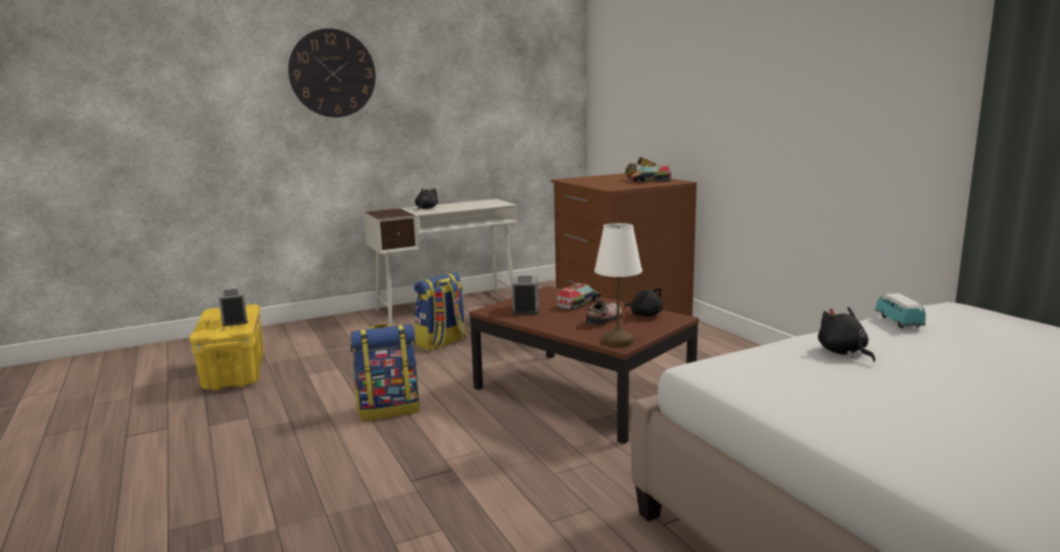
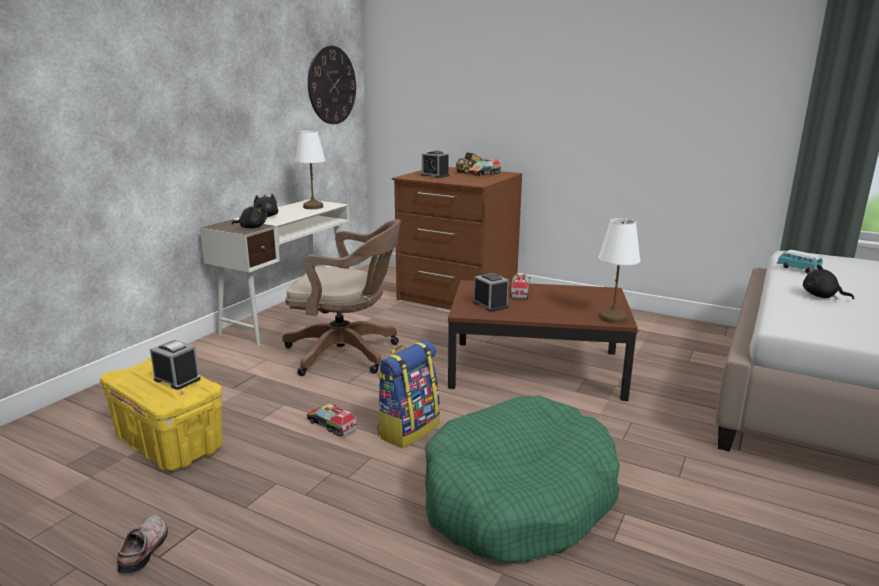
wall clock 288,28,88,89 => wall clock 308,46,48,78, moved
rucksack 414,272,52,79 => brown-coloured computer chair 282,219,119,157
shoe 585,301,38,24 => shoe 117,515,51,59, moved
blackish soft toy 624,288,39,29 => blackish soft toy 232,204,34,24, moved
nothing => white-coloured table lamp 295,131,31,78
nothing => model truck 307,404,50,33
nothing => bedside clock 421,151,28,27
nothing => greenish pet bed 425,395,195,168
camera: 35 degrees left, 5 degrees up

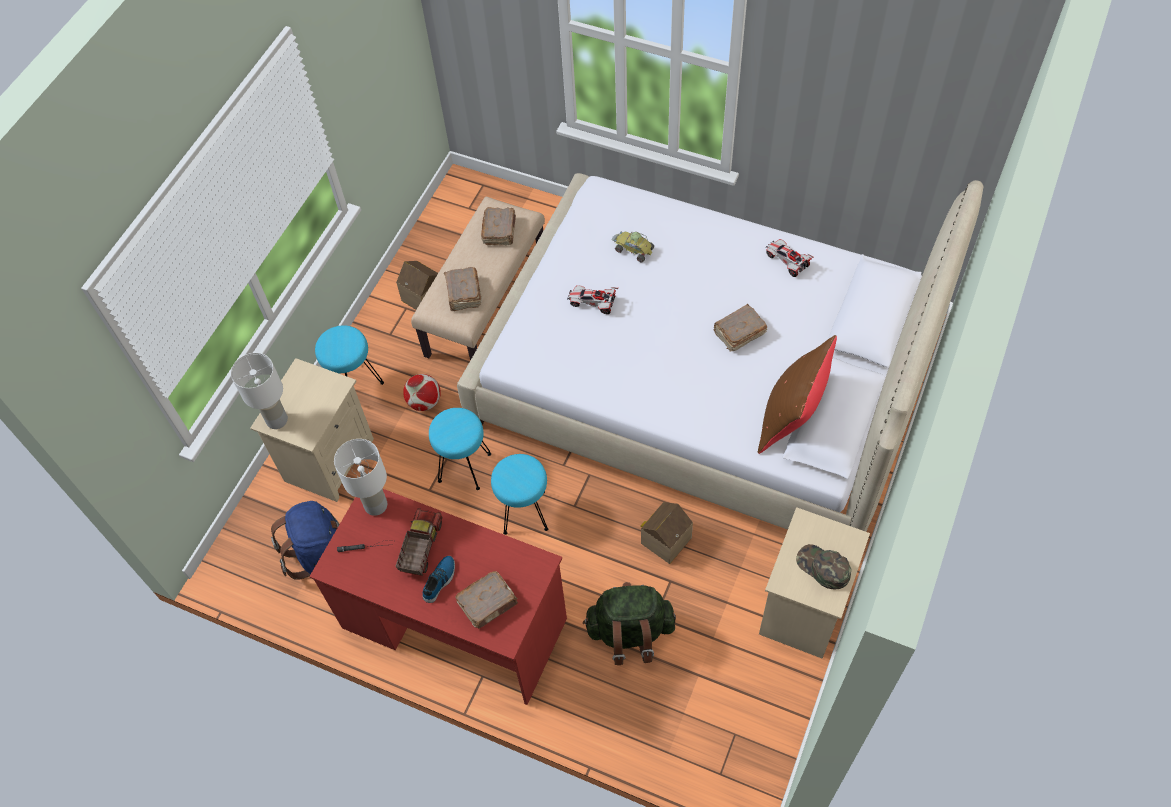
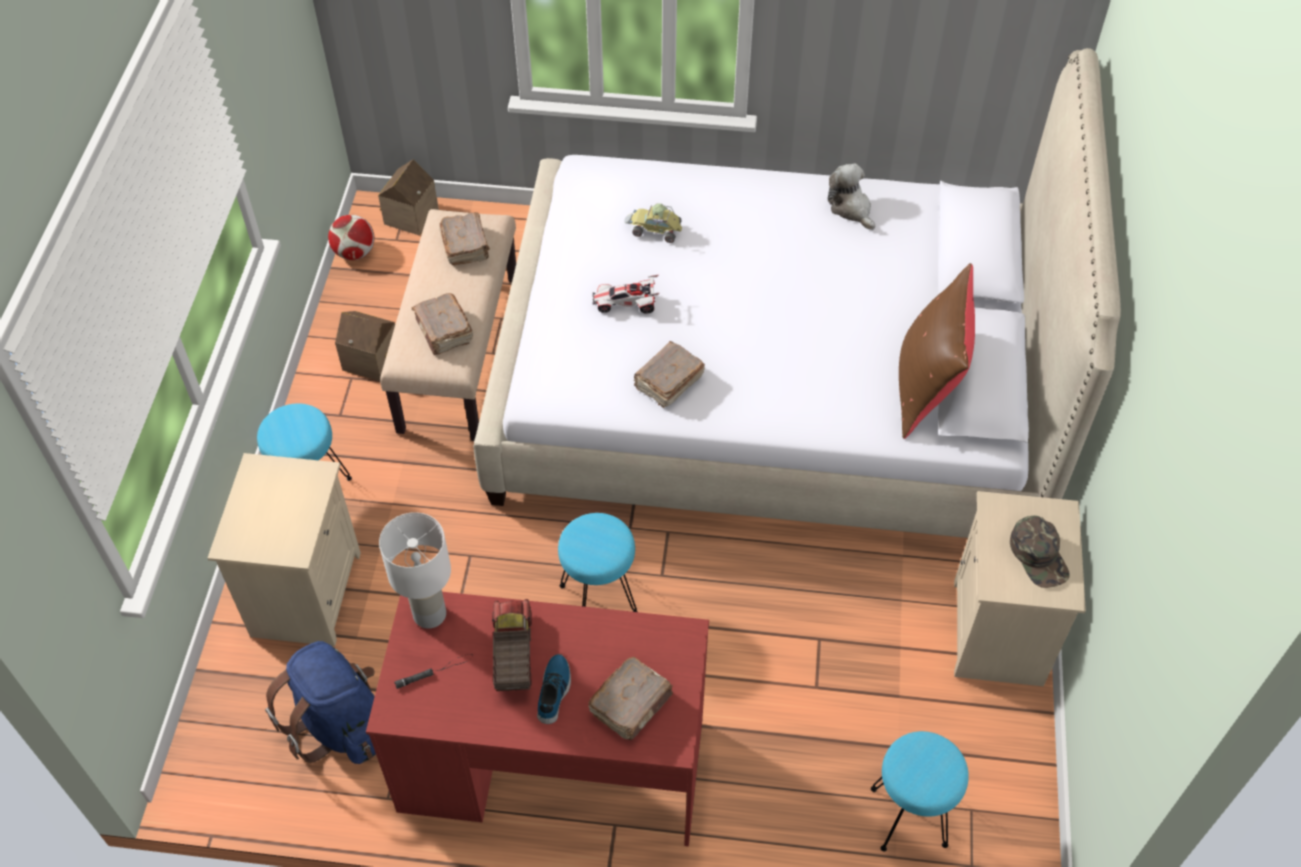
white-coloured table lamp 231,353,57,76 => nothing
football 403,374,38,37 => football 328,215,47,45, moved
turquoise-coloured sitting stool 429,408,62,82 => turquoise-coloured sitting stool 871,731,98,120, moved
greenish rucksack 583,582,93,83 => nothing
miniature house 640,502,53,62 => miniature house 378,160,61,76, moved
brown-coloured bound book 713,304,54,48 => brown-coloured bound book 633,341,72,67, moved
model car 766,239,48,38 => soft toy 828,164,47,66
greenish baseball cap 796,544,55,45 => greenish baseball cap 1010,516,60,72, 135 degrees counterclockwise
camera: 20 degrees left, 5 degrees down

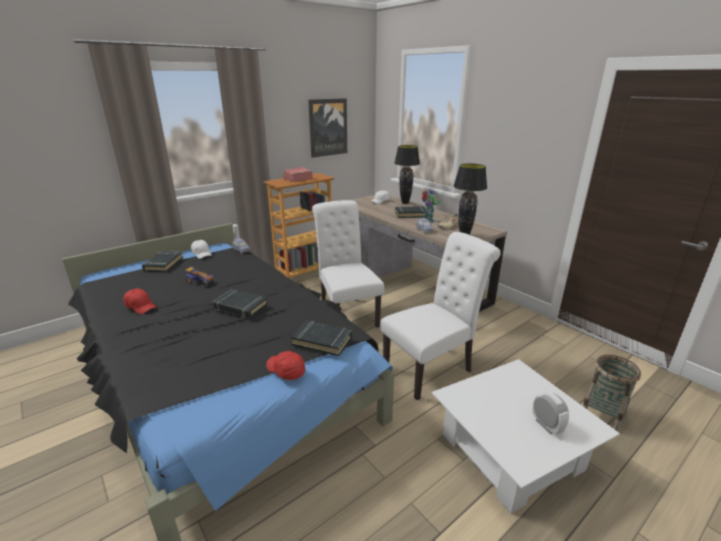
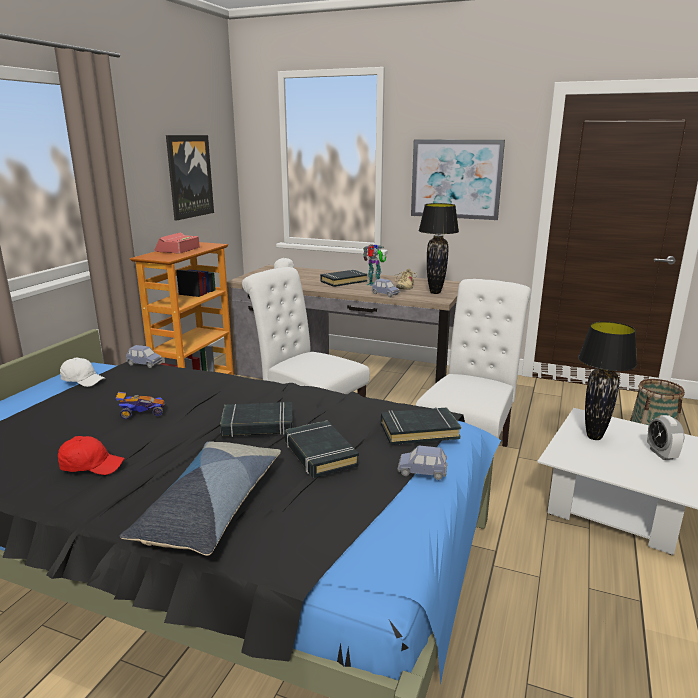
blackish bound book 142,251,42,21 => blackish bound book 284,421,75,57, moved
red-coloured baseball cap 266,351,40,29 => bluish model car 397,446,50,34
blackish table lamp 394,145,26,59 => blackish table lamp 578,321,59,119, moved
bedside clock 532,392,37,43 => bedside clock 647,415,37,45, 135 degrees counterclockwise
nothing => throw pillow 120,441,161,115
nothing => wall art 411,140,94,80
camera: 30 degrees left, 5 degrees down

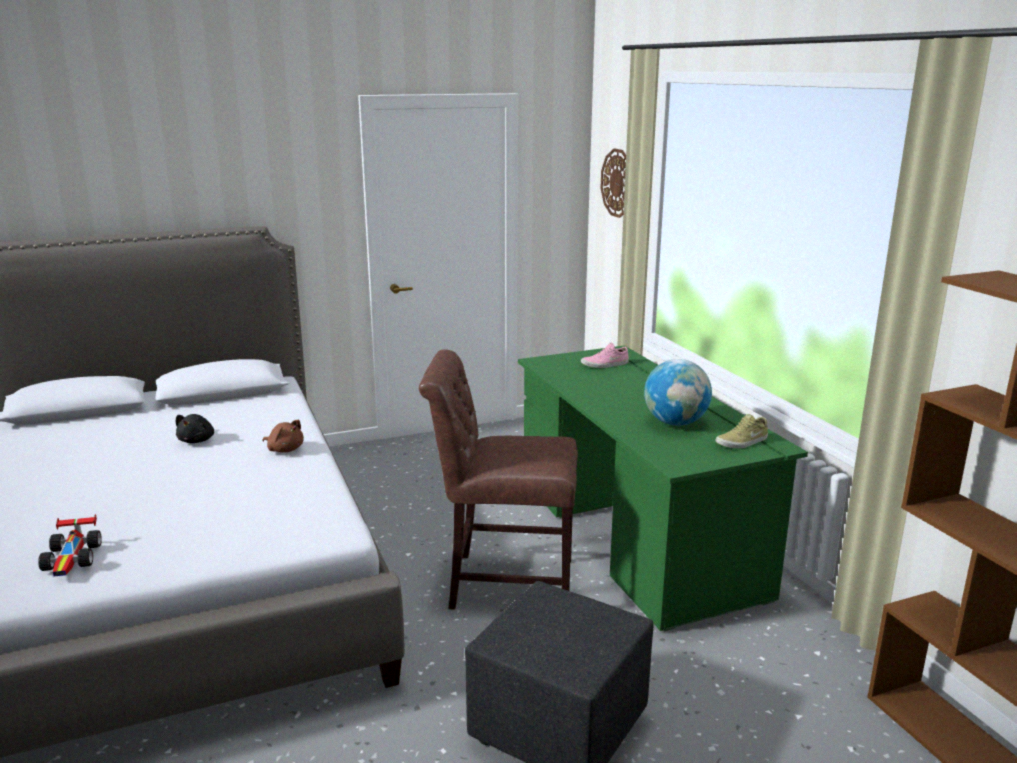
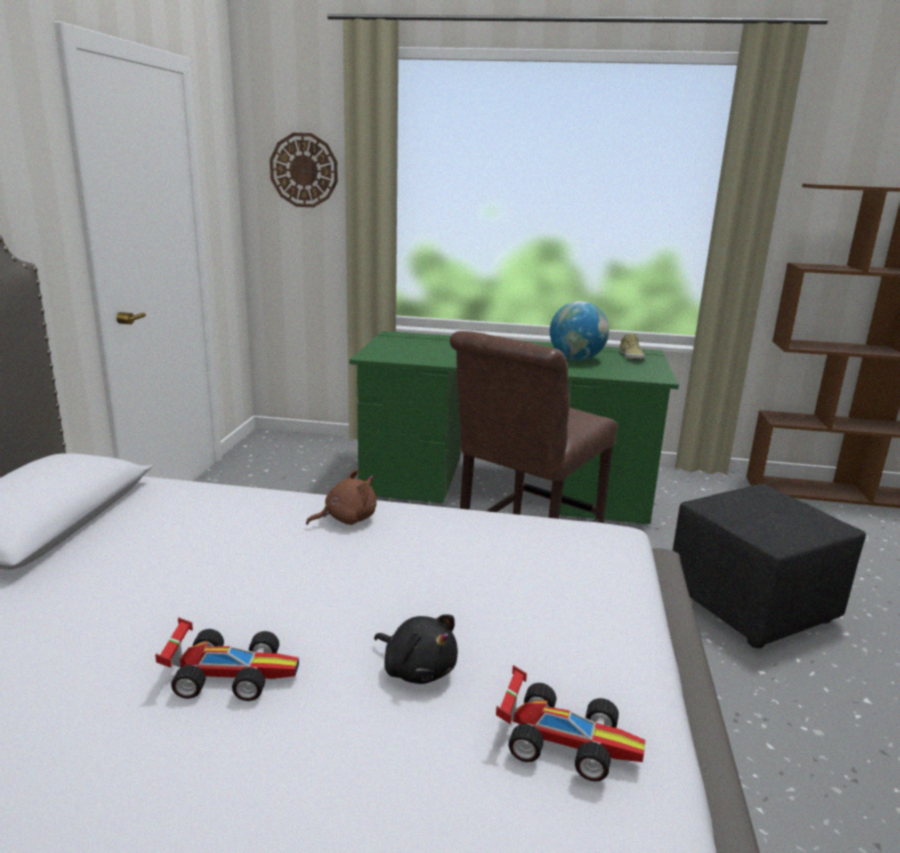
blackish soft toy 176,414,38,29 => blackish soft toy 374,614,84,70, moved
pink-coloured shoe 581,343,48,25 => nothing
nothing => model car 155,617,144,84
camera: 60 degrees left, 0 degrees up

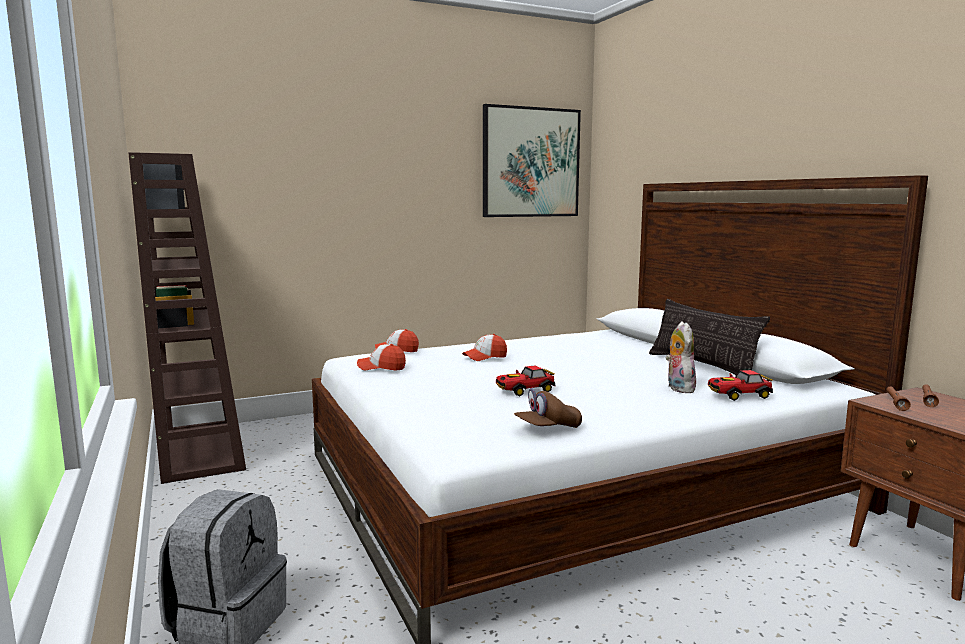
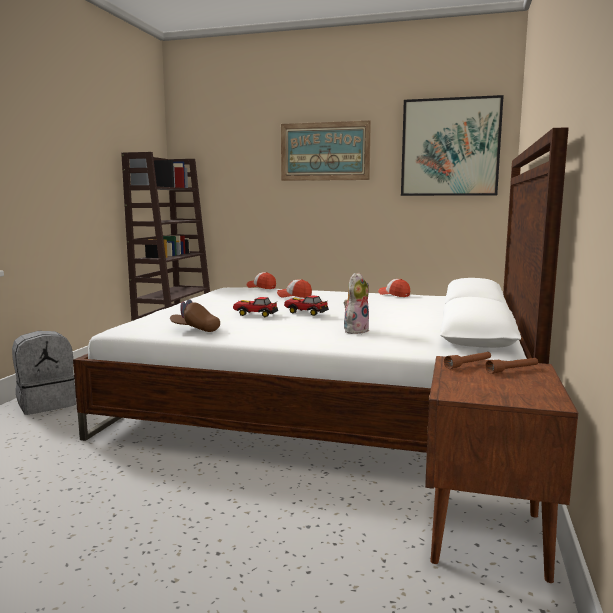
baseball cap 357,344,49,27 => baseball cap 378,279,32,18, moved
throw pillow 649,299,121,76 => nothing
model car 708,370,65,31 => model car 284,295,45,21, moved
nothing => wall art 281,121,90,60
camera: 40 degrees right, 0 degrees up

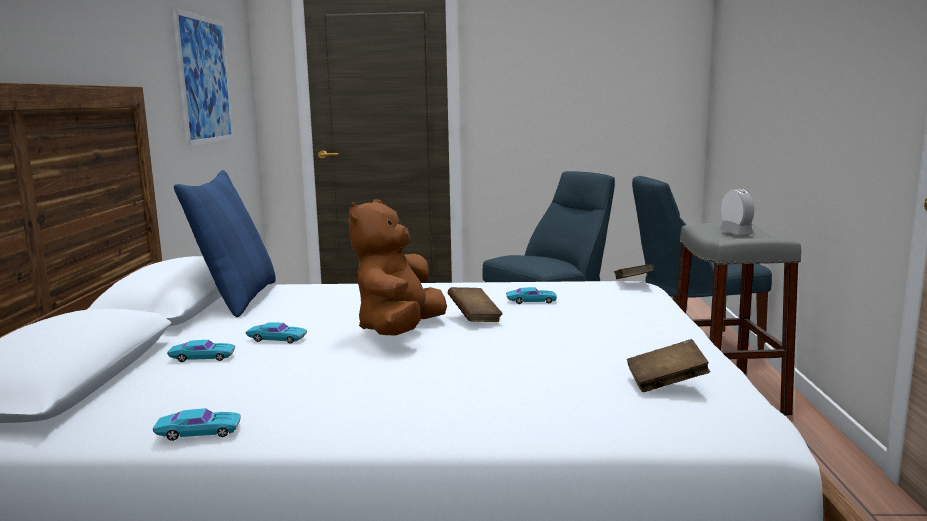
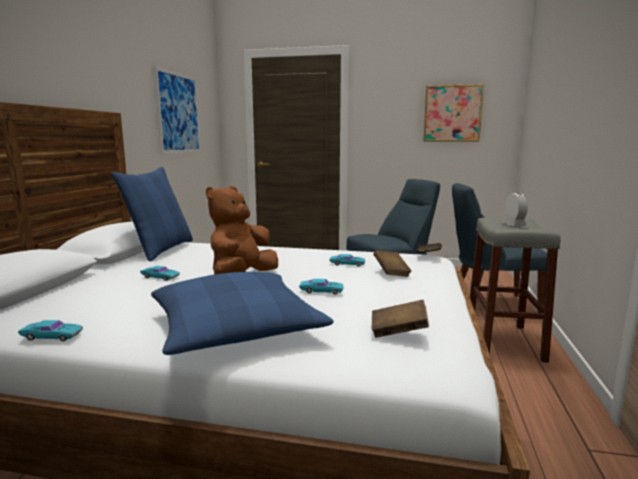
turquoise-coloured model car 167,340,68,22 => turquoise-coloured model car 299,279,44,16, moved
brown-coloured bound book 448,287,54,35 => brown-coloured bound book 373,250,39,27, moved
nothing => bluish throw pillow 151,272,183,83
nothing => wall art 423,84,61,58
camera: 10 degrees right, 0 degrees up

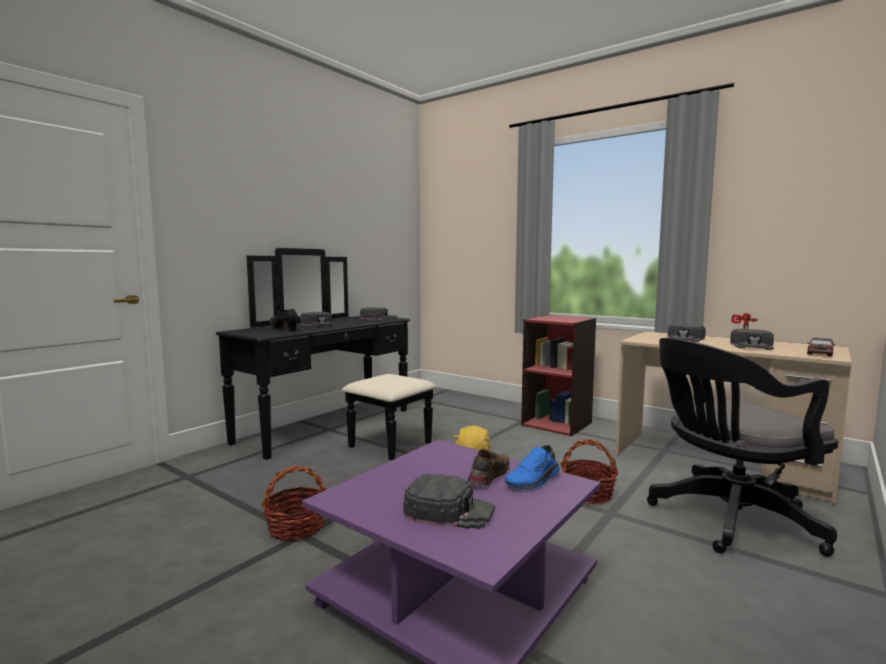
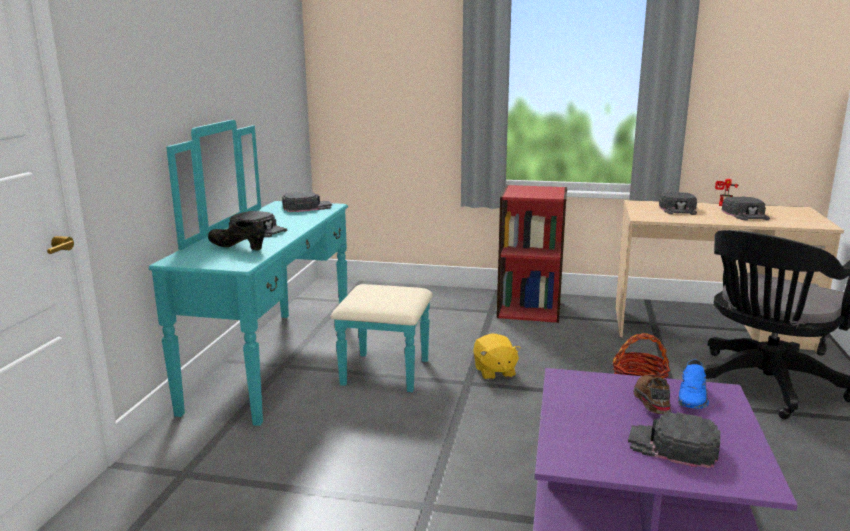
blackish drawer chest 216,248,220,212 => turquoise-coloured drawer chest 149,120,284,306
storage basket 261,465,65,76 => nothing
blackish baseball cap 403,474,92,55 => blackish baseball cap 628,412,93,57, 150 degrees counterclockwise
model car 807,338,29,18 => nothing
camera: 25 degrees left, 10 degrees up

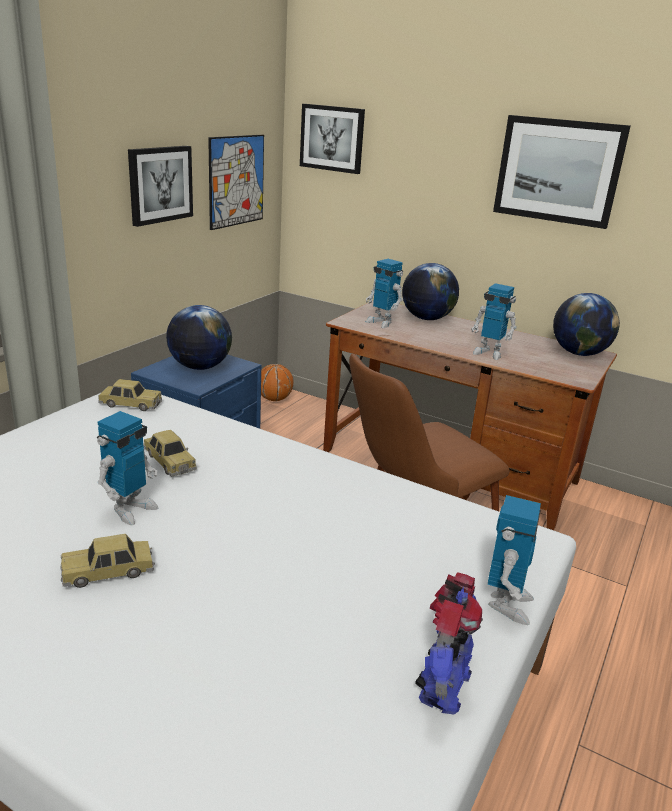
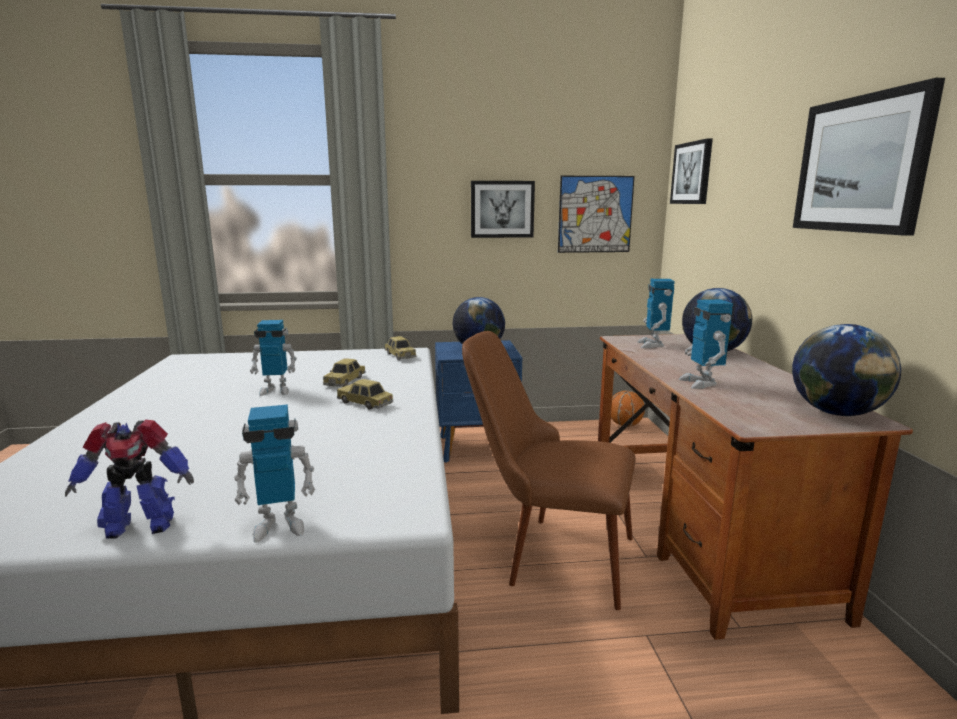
model car 60,534,95,54 => model car 337,379,56,31, moved
camera: 55 degrees right, 10 degrees down

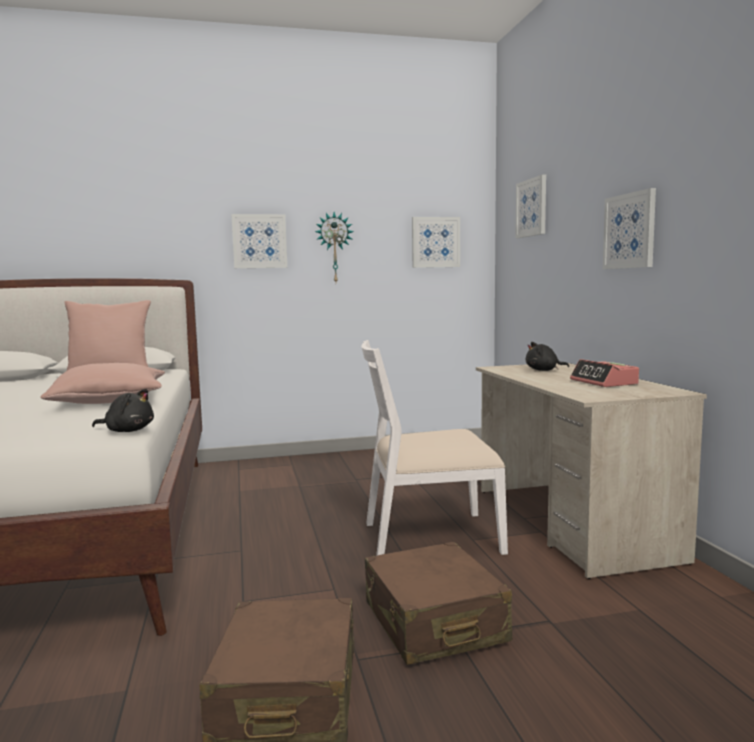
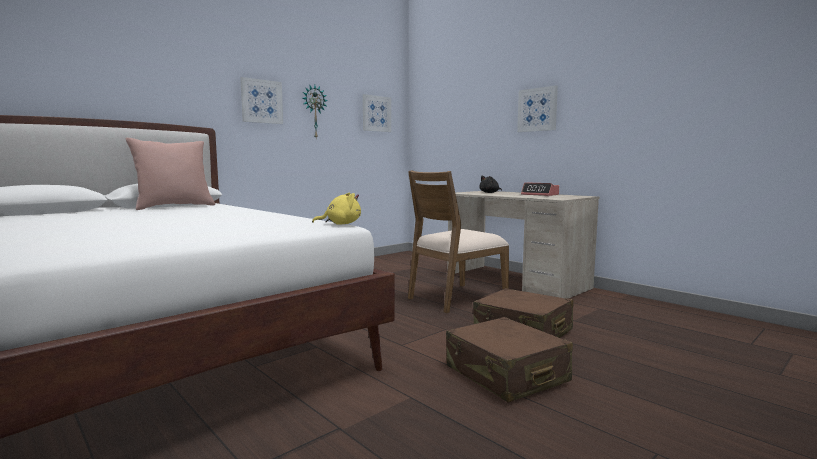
pink-coloured throw pillow 40,363,125,41 => nothing
blackish soft toy 92,389,62,43 => yellowish soft toy 312,193,49,32
white-coloured chair 361,340,147,216 => brown-coloured chair 408,170,101,143
wall art 515,175,31,63 => nothing
camera: 30 degrees left, 0 degrees up

